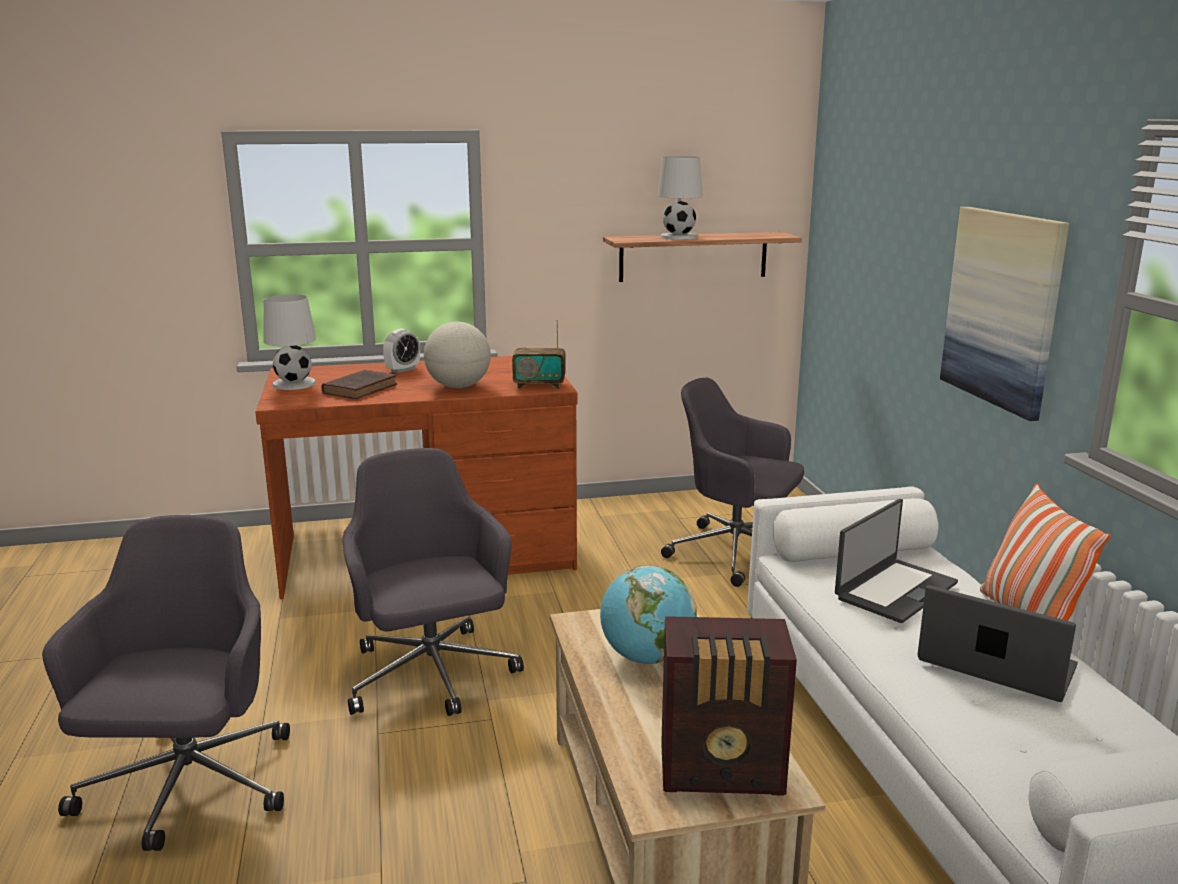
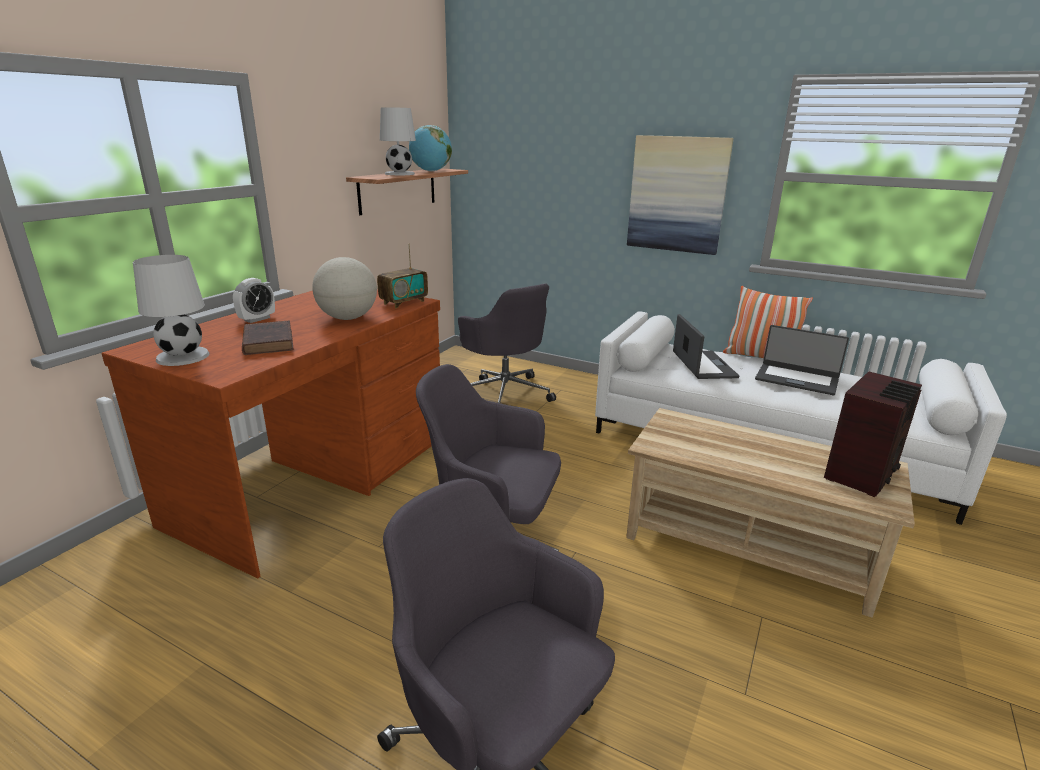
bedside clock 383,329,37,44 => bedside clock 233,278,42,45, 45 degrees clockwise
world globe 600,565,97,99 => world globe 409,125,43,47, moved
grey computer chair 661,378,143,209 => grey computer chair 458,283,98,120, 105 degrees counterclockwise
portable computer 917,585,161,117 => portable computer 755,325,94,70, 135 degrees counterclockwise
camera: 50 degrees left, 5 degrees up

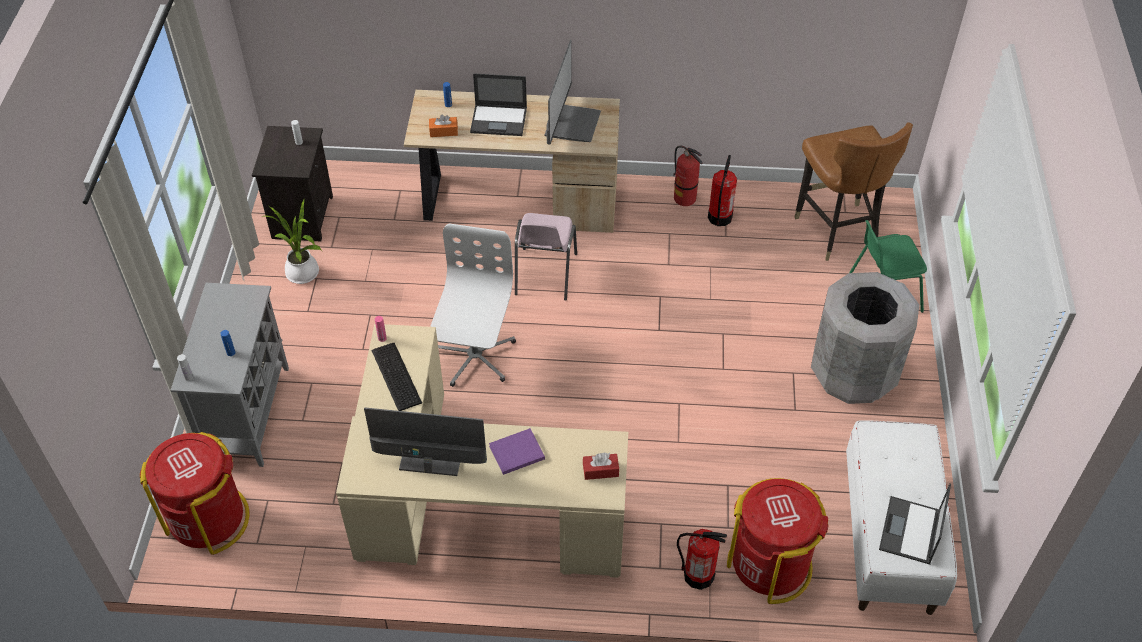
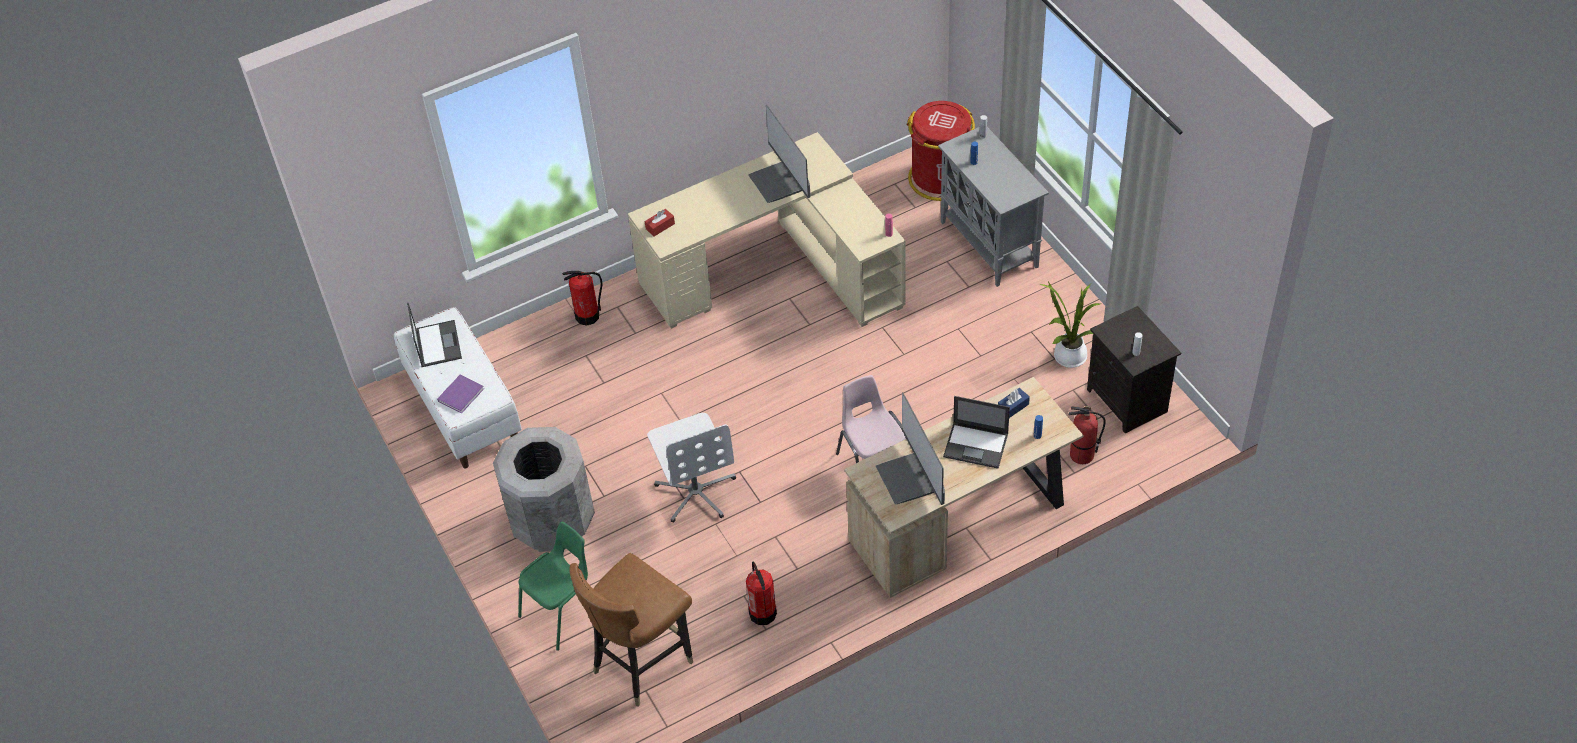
monitor 364,407,123,69 => monitor 748,104,63,99, 90 degrees clockwise
computer keyboard 372,343,50,68 => nothing
orange-coloured box of tissues 429,114,29,23 => bluish box of tissues 998,388,32,30
white-coloured computer chair 430,223,86,164 => white-coloured computer chair 647,413,89,110, moved
portable computer 470,73,57,63 => portable computer 943,396,67,73, 135 degrees counterclockwise
purple bound book 489,428,56,47 => purple bound book 437,374,47,40, moved
fire-fighting cylinder 673,146,30,60 => fire-fighting cylinder 1069,406,36,58, moved
red-coloured waste bin 727,478,102,126 => nothing
brown-coloured chair 794,122,119,139 => brown-coloured chair 569,553,124,154, 90 degrees counterclockwise
camera: 150 degrees right, 0 degrees up

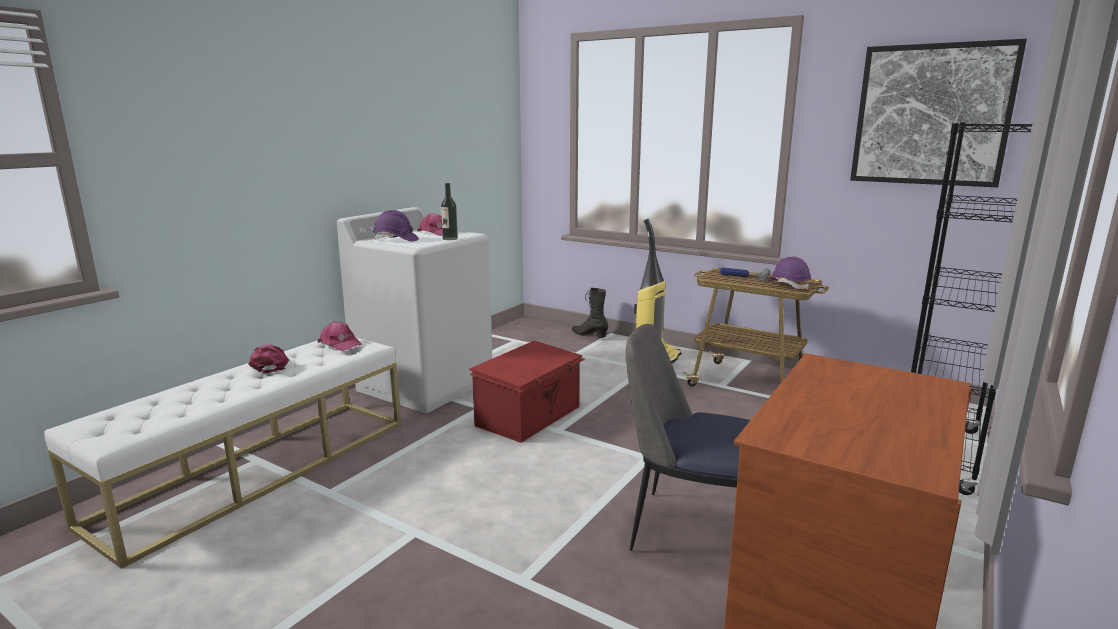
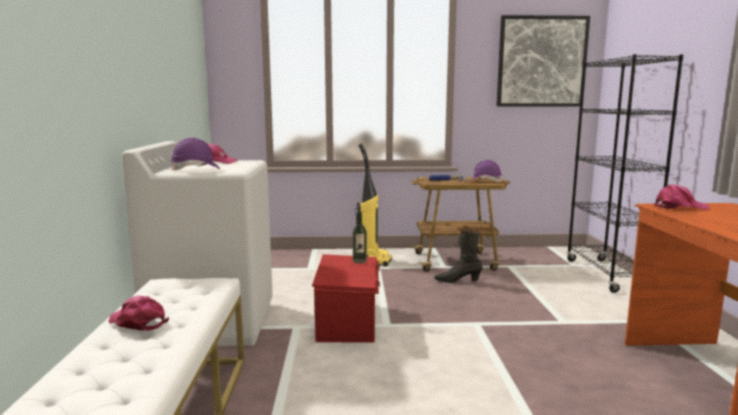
pink-coloured baseball cap 318,321,45,30 => pink-coloured baseball cap 654,184,56,26, moved
beverage bottle 441,183,17,57 => beverage bottle 353,211,14,52, moved
blackish high-top boot 572,288,36,50 => blackish high-top boot 434,230,49,53, moved
chair 626,324,124,227 => nothing
camera: 35 degrees left, 5 degrees down

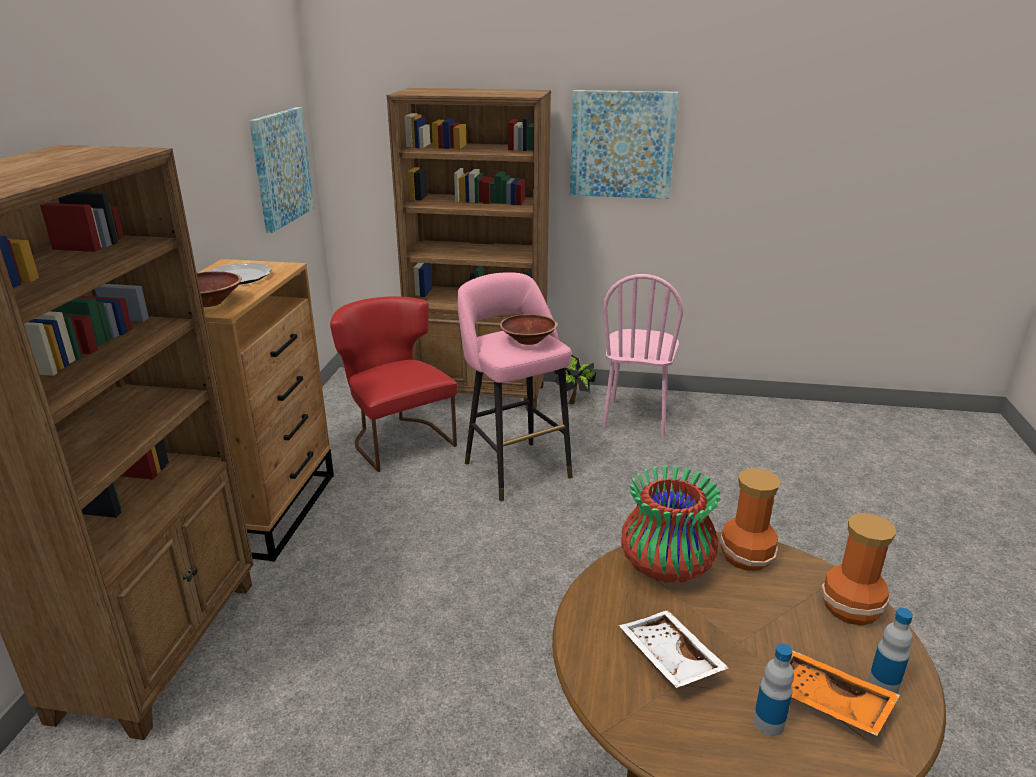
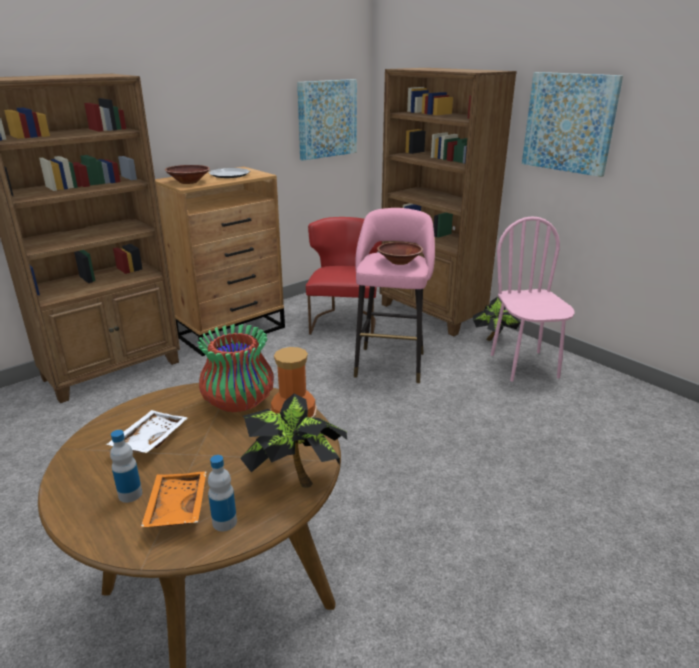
pink-coloured chair 602,274,81,162 => pink-coloured chair 491,216,84,165, 120 degrees clockwise
flower vase 821,513,75,113 => plant in a pot 240,393,107,95
camera: 40 degrees right, 0 degrees up

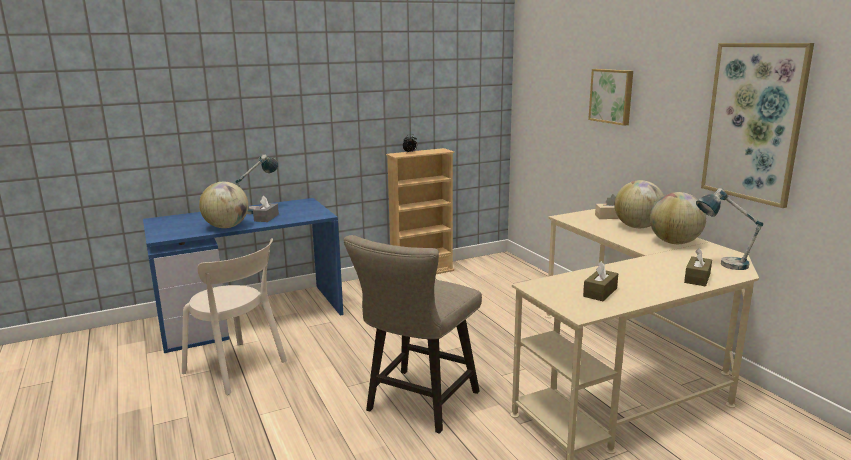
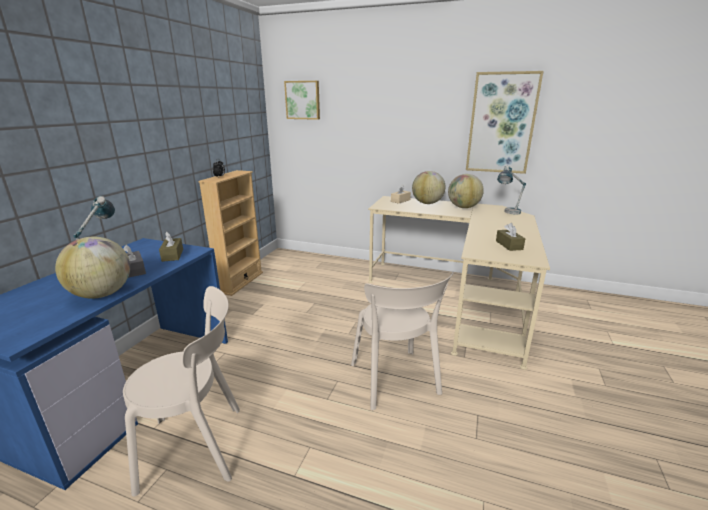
sand-coloured sitting stool 344,235,138,199 => sand-coloured chair 351,272,103,138
wall art 588,69,45,57 => wall art 284,81,36,39, moved
brown-coloured box of tissues 684,248,28,38 => brown-coloured box of tissues 159,232,24,30, moved
camera: 45 degrees left, 5 degrees up

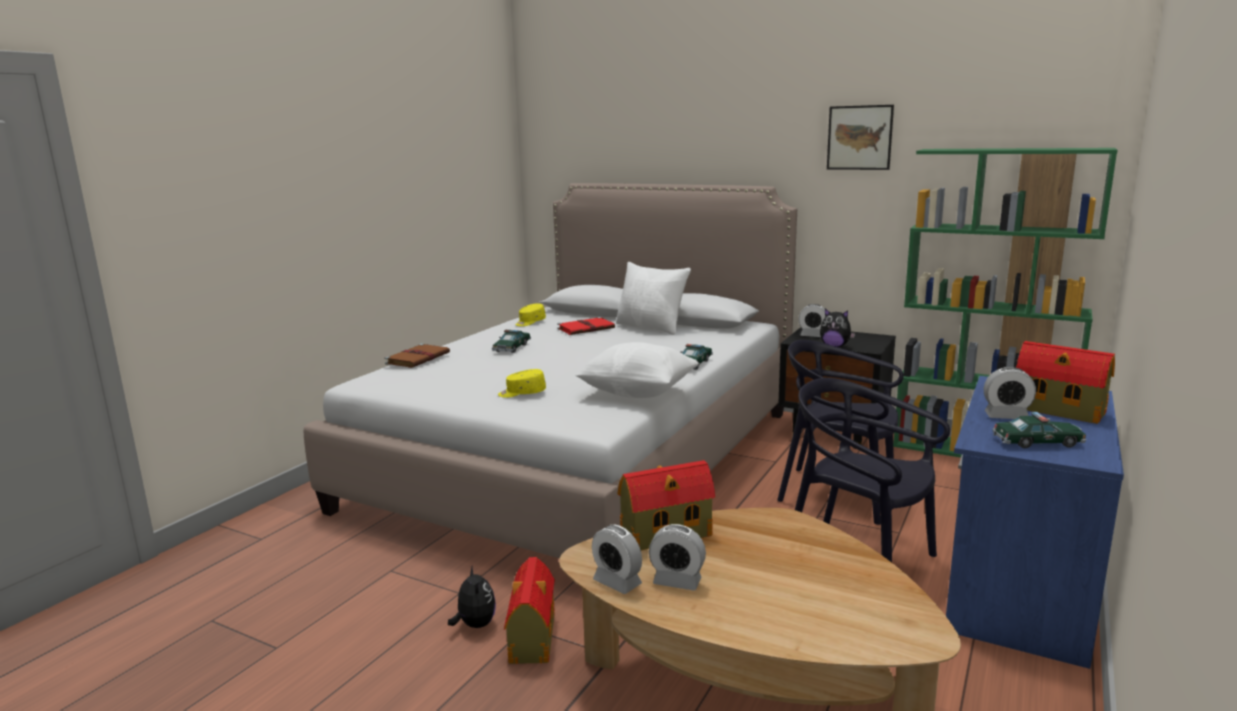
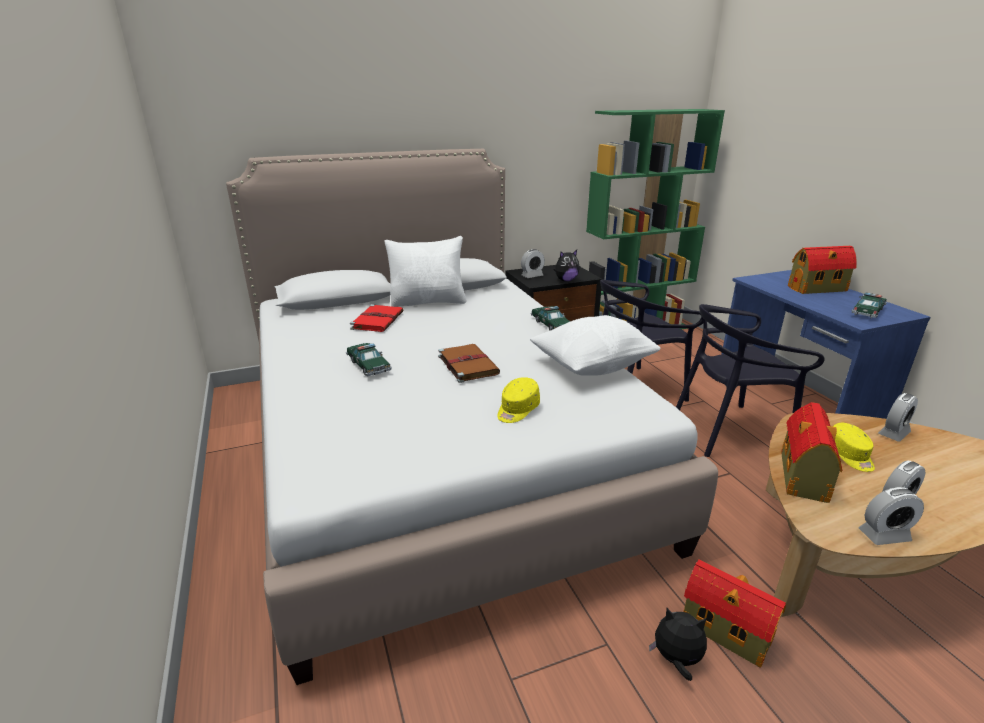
brown-coloured bound book 384,344,66,24 => brown-coloured bound book 438,344,62,39, moved
yellowish baseball cap 516,304,30,22 => yellowish baseball cap 833,423,42,49, moved
wall art 827,105,67,65 => nothing
bedside clock 984,367,52,52 => bedside clock 878,393,40,49, moved
camera: 50 degrees left, 10 degrees up

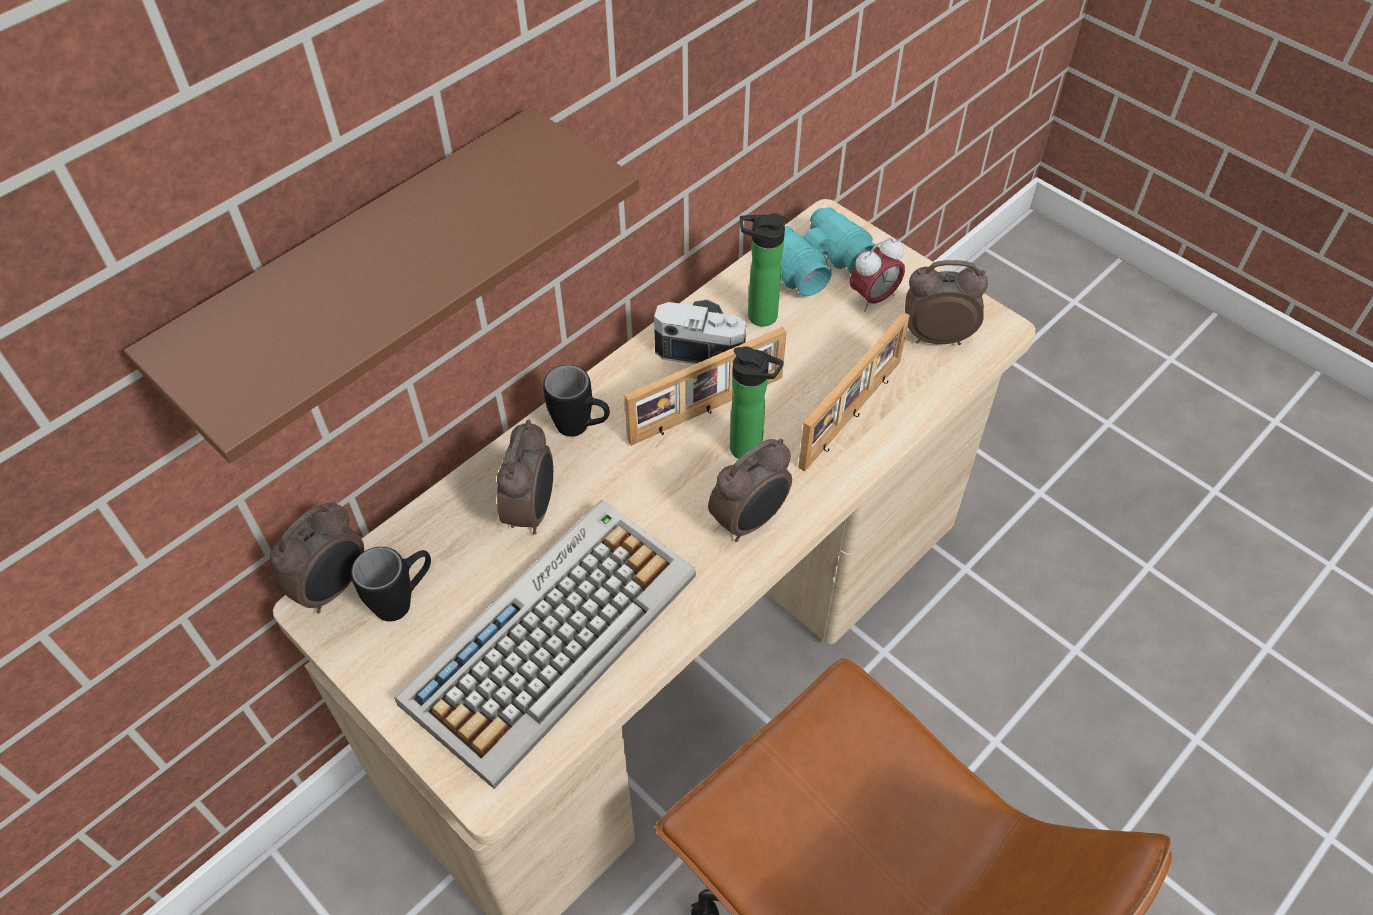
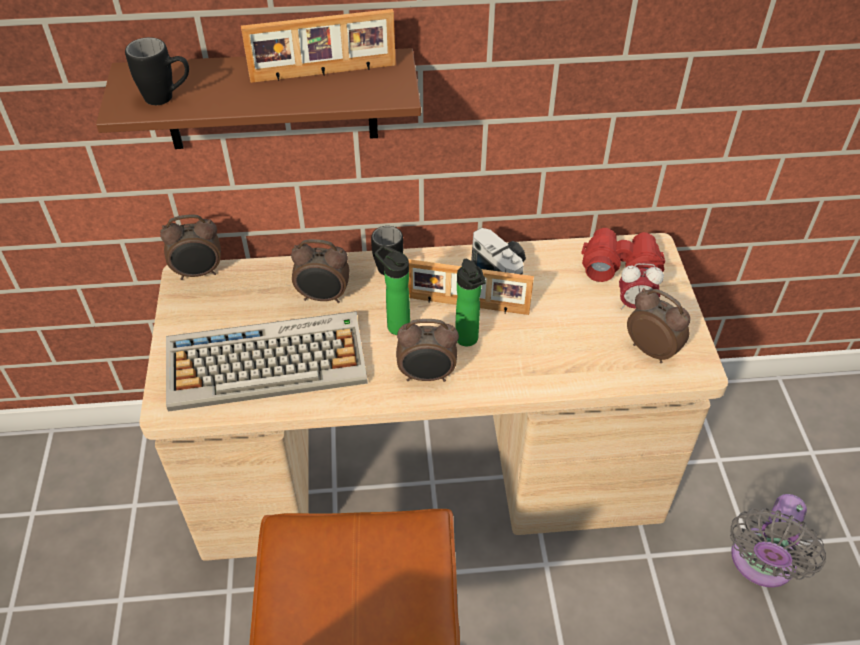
blackish coffee mug 351,547,80,74 => blackish coffee mug 125,37,64,68, moved
bedside clock 497,419,56,116 => bedside clock 291,239,58,64, 45 degrees clockwise
beverage bottle 740,213,47,114 => beverage bottle 375,245,35,90, moved
turquoise-coloured pair of binoculars 781,207,97,89 => red-coloured pair of binoculars 581,228,84,54
standing frame 798,312,112,159 => standing frame 241,9,155,74, moved
nothing => grey fan 730,494,96,93
camera: 40 degrees right, 5 degrees down

